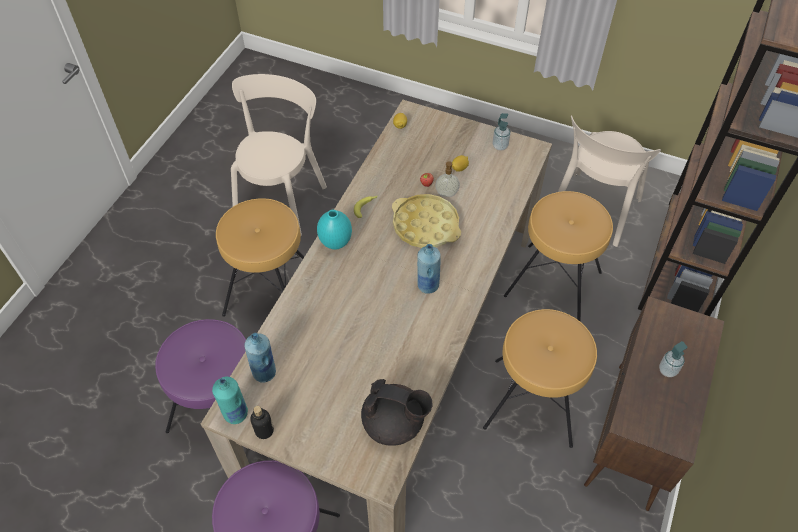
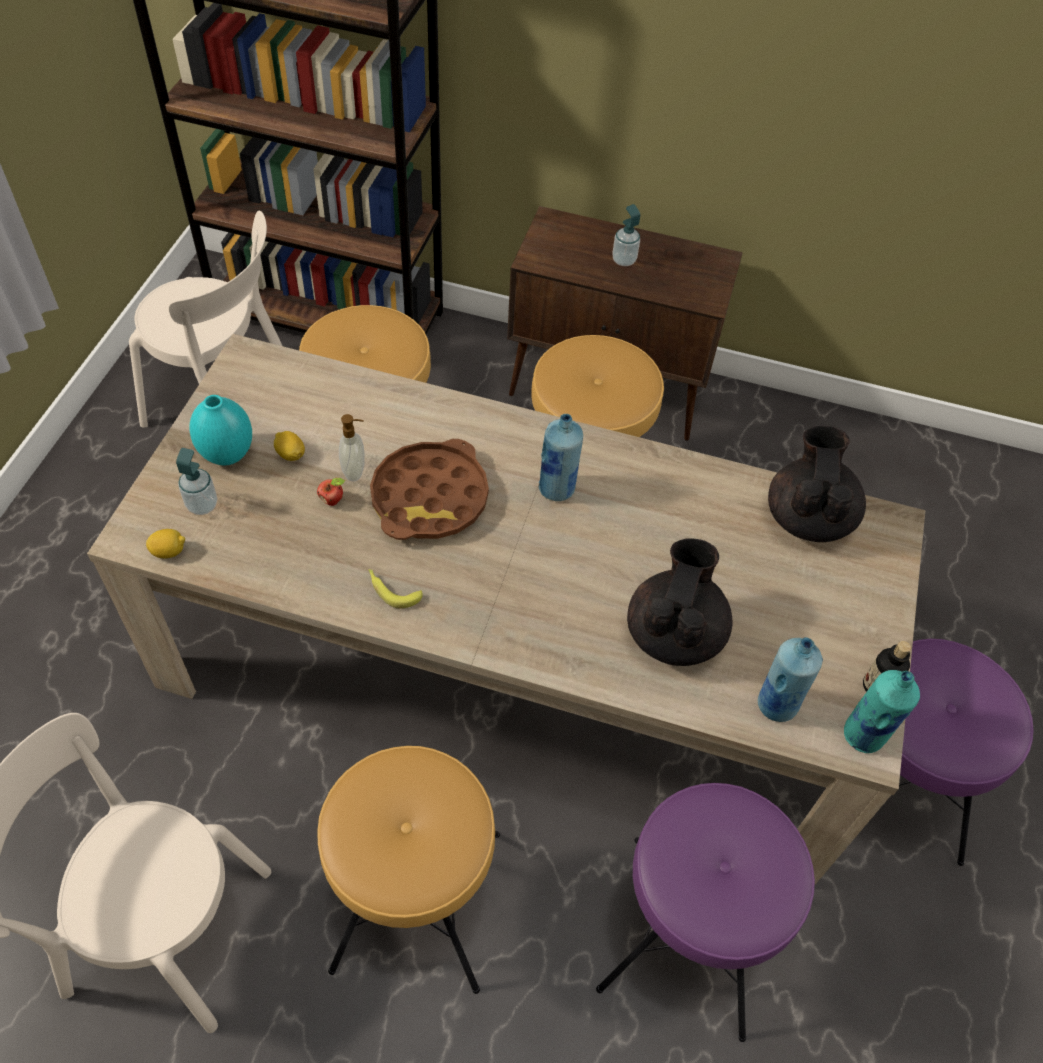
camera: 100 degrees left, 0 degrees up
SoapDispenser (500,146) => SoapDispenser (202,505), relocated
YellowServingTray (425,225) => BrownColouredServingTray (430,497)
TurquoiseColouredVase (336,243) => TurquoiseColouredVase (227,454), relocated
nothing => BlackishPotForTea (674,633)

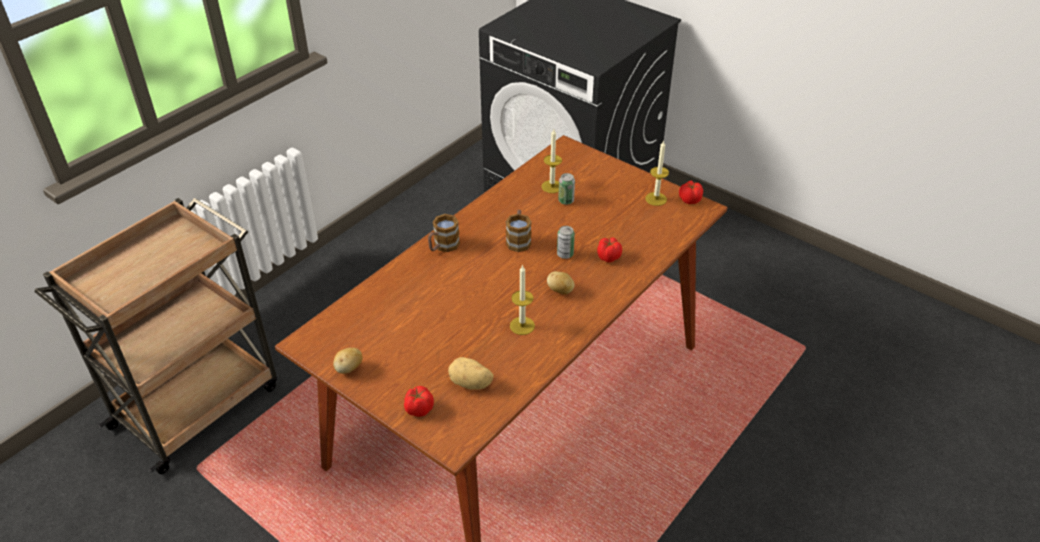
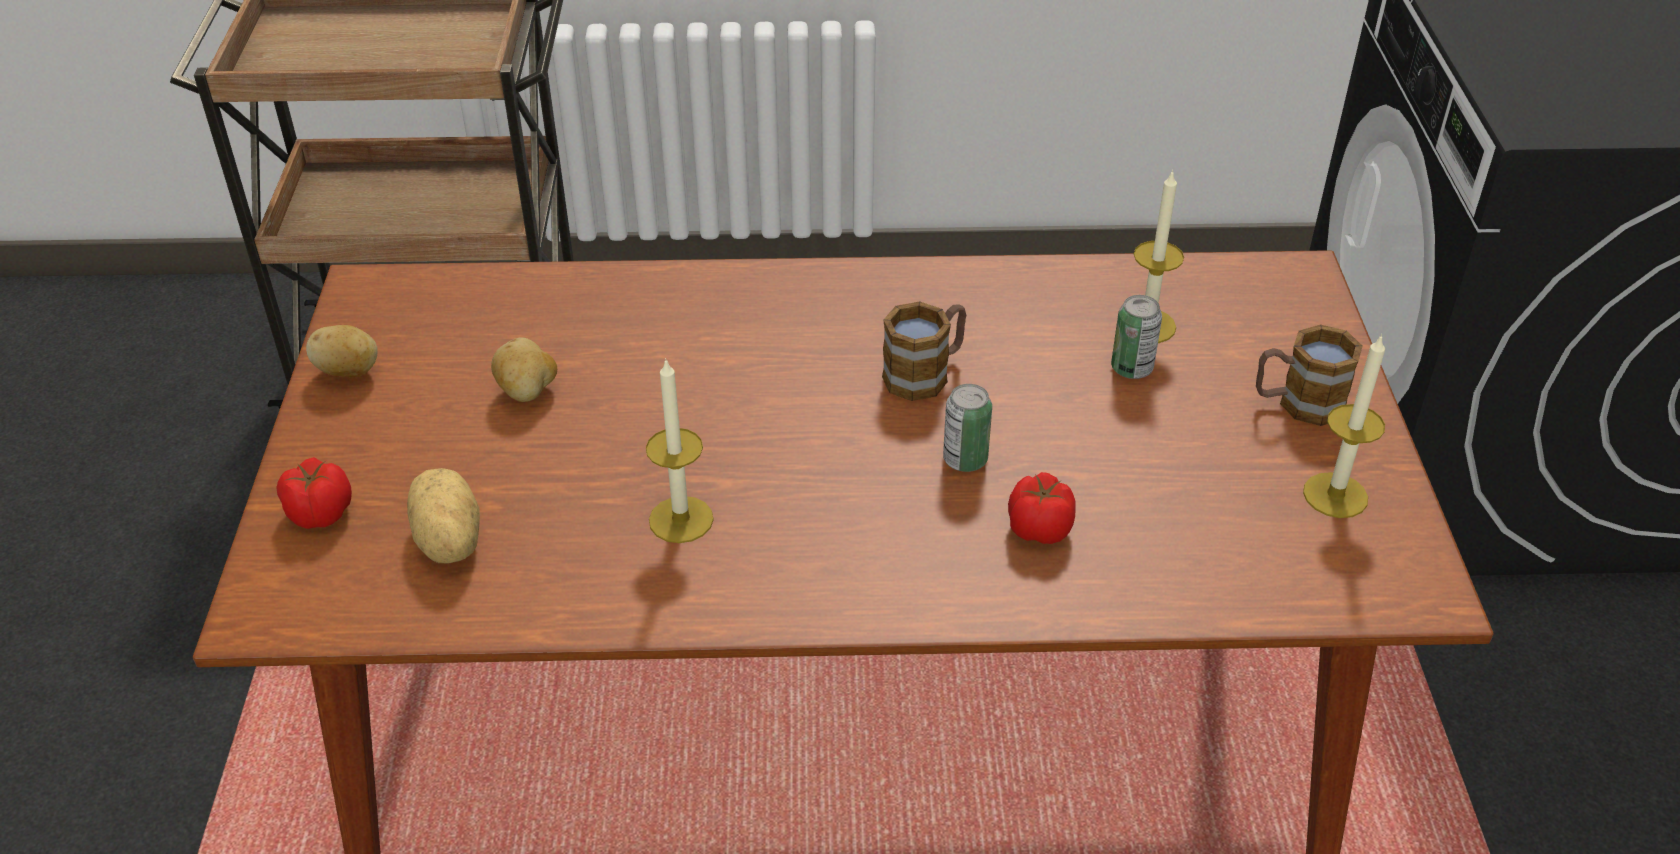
camera: 50 degrees right, 0 degrees up
Tomato (689,200) => nothing
Mug (443,246) => Mug (1298,403), relocated
Spud (560,291) => Spud (528,392), relocated

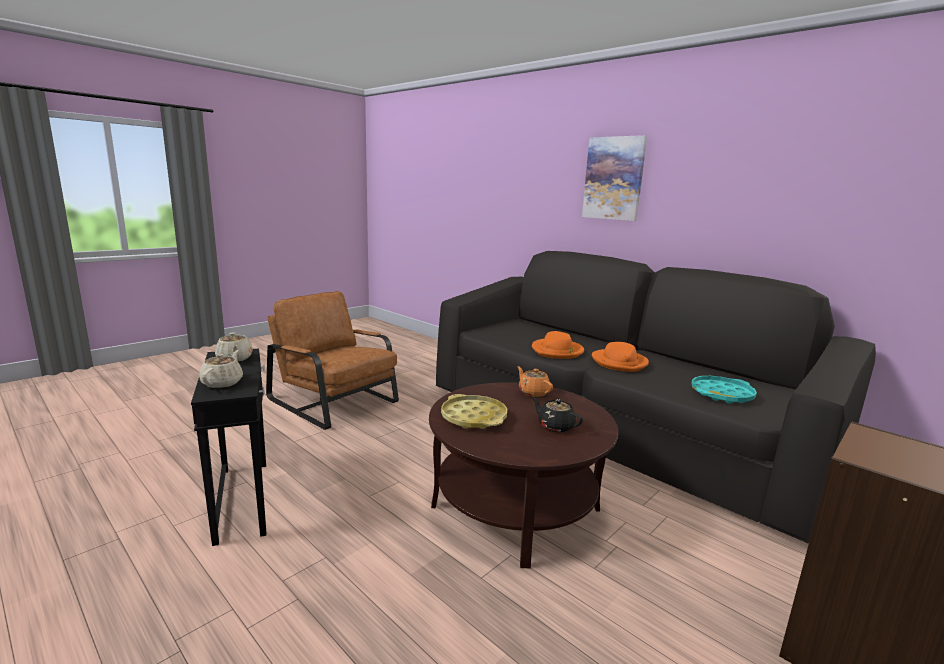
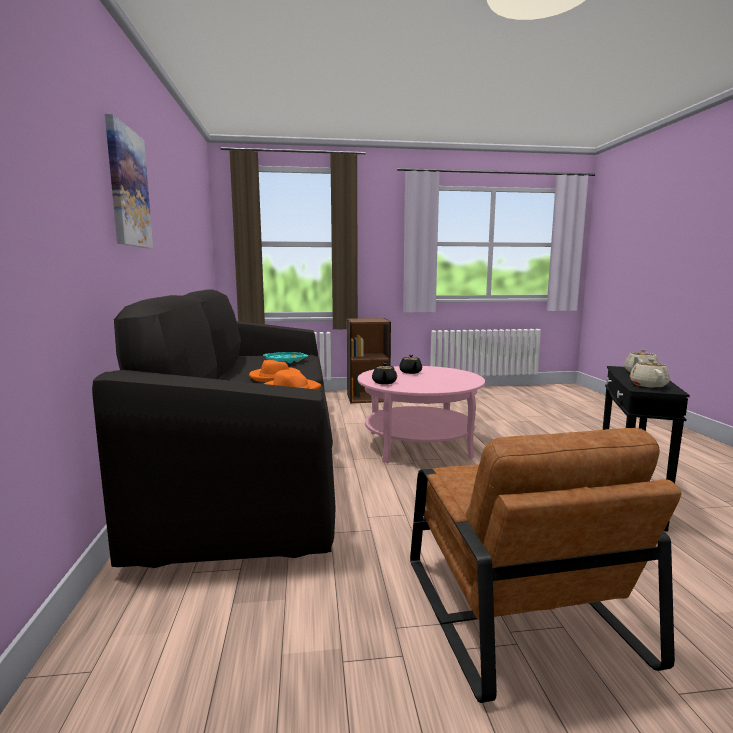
camera: 140 degrees left, 5 degrees down
OrangePotForTea (533,392) => BlackishPotForTea (384,382)
BrownColouredLoungeTable (516,507) => PinkLoungeTable (418,444)
YellowServingTray (474,417) => nothing

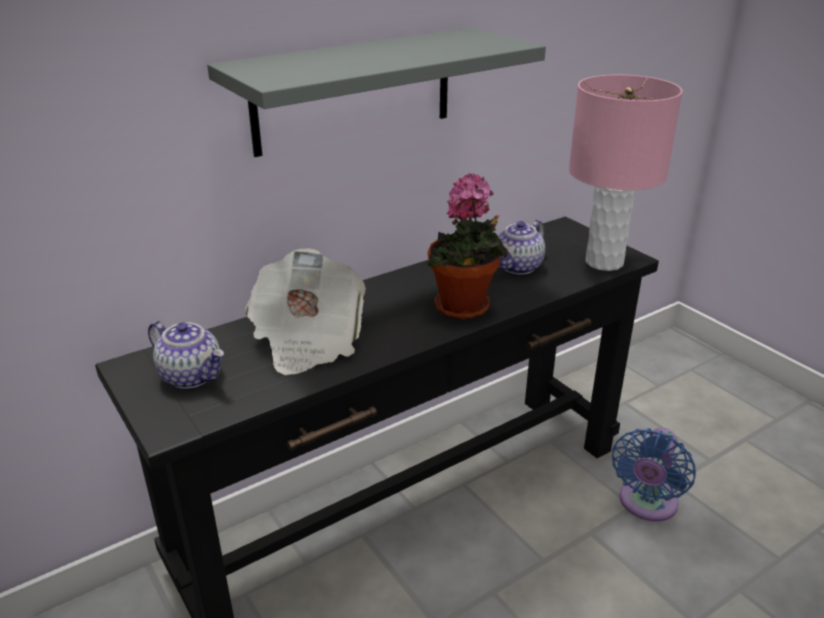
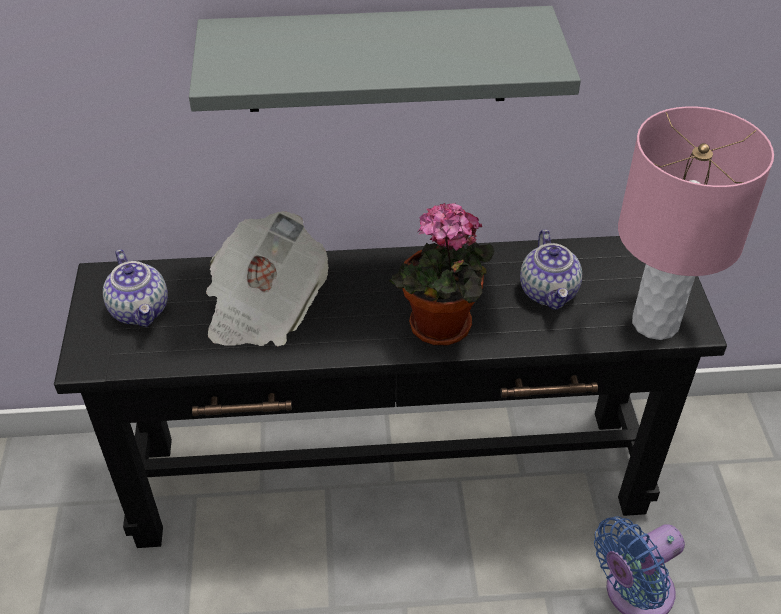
camera: 30 degrees right, 15 degrees up
PotForTea (518,267) => PotForTea (549,292), 75 degrees counterclockwise

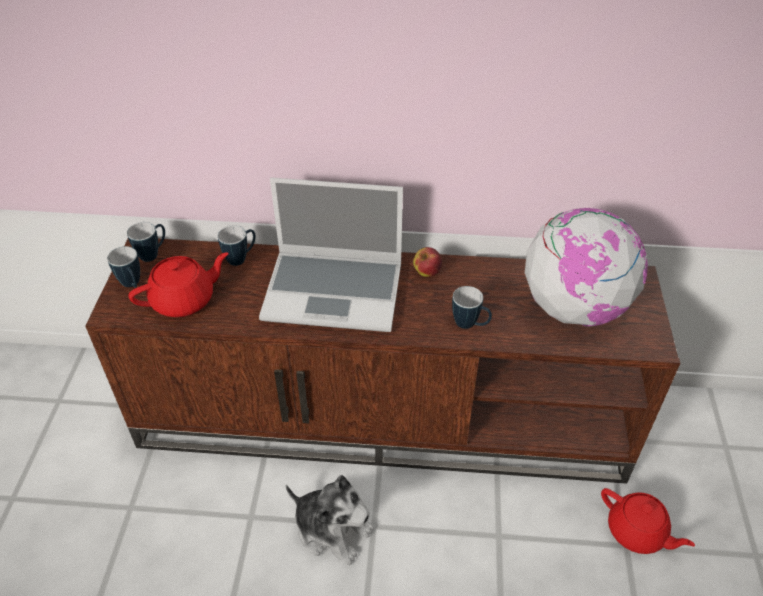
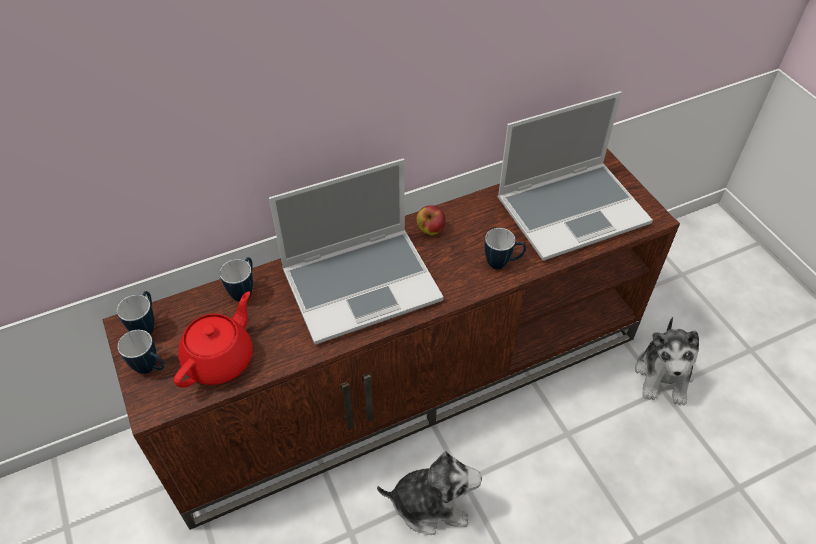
camera: 30 degrees left, 5 degrees up
Globe (574,307) => NotebookComputer (572,210)
RedColouredPotForTea (637,532) => PlushToy (663,375)

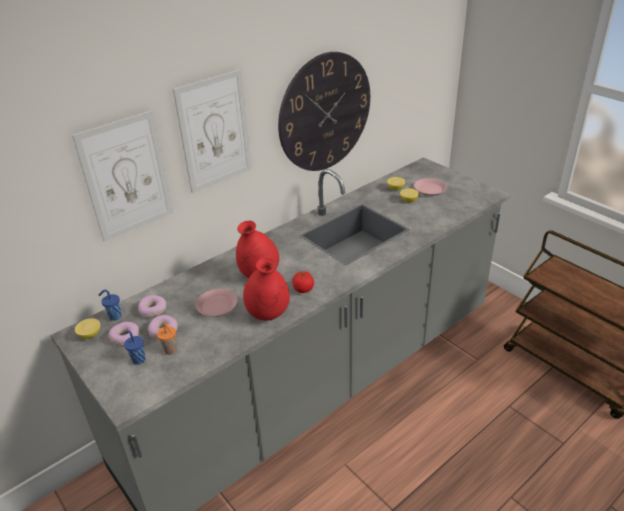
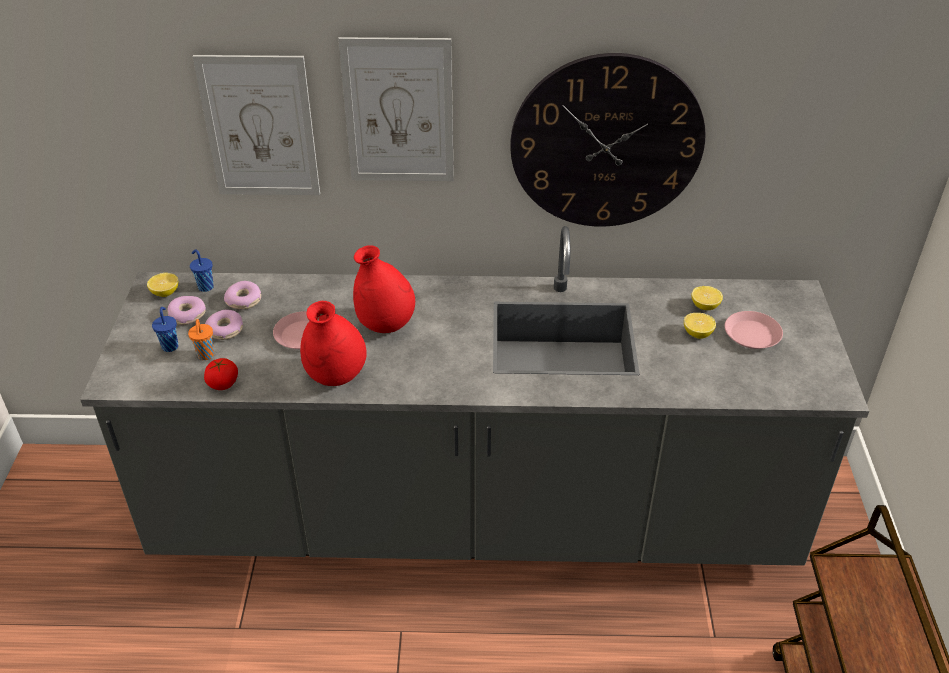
camera: 40 degrees right, 5 degrees up
Tomato (303,289) => Tomato (223,384), relocated

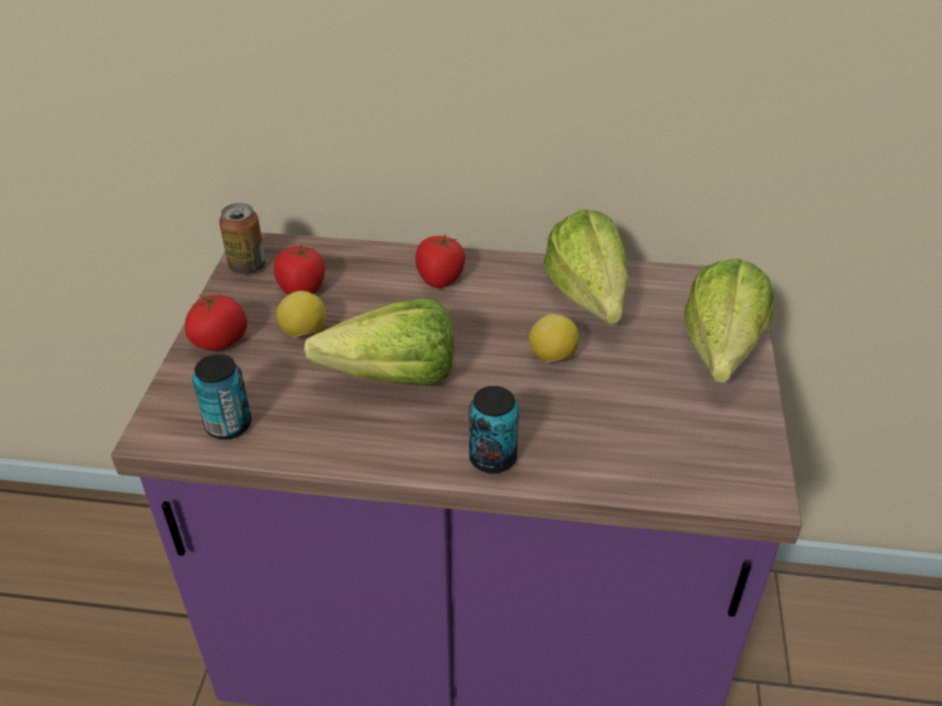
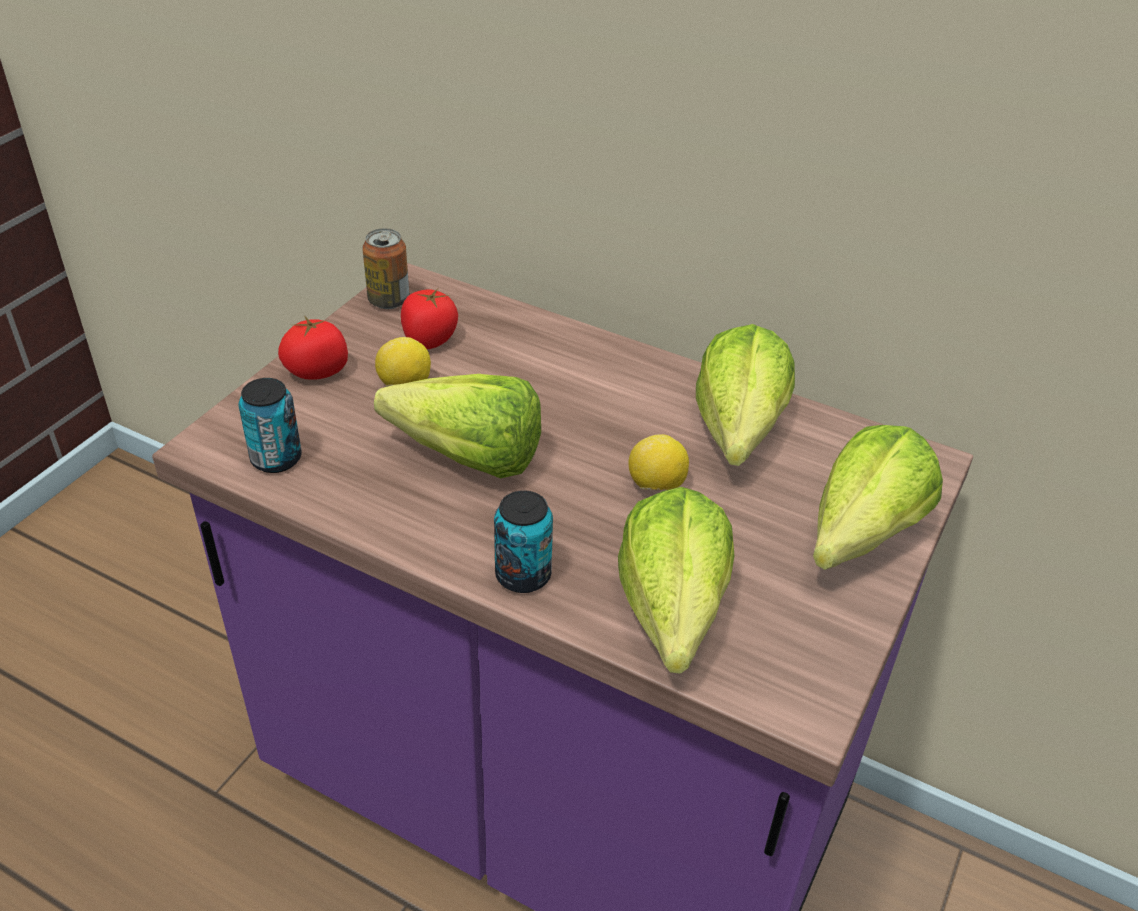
camera: 20 degrees right, 0 degrees up
Tomato (440,279) => nothing
nothing => Lettuce (668,625)

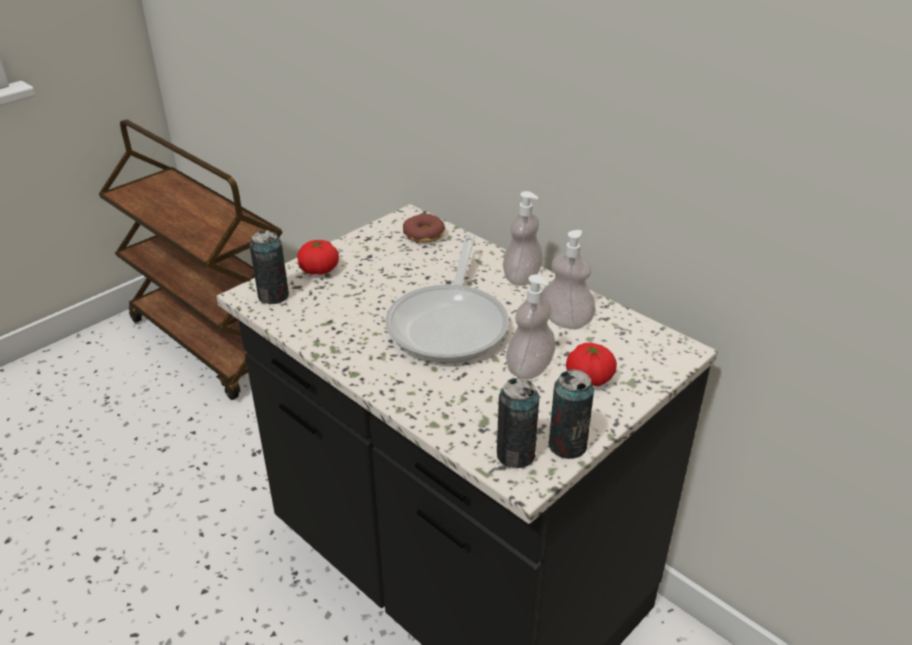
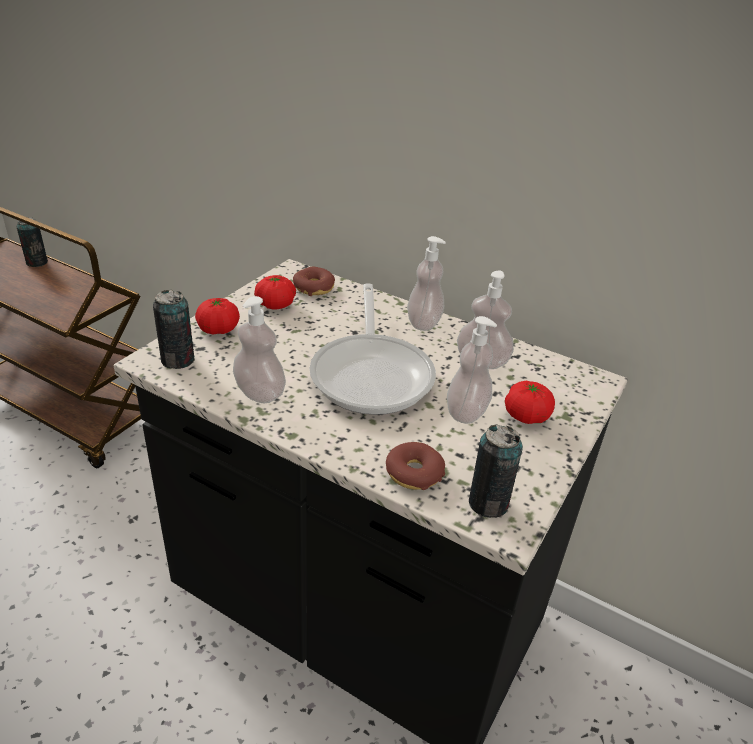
camera: 15 degrees left, 0 degrees up
SealedCan (567,445) => SealedCan (37,262), relocated
nothing => Tomato (275,305)
nothing => SoapDispenser (260,393)
nothing => RingDoughnut (414,473)

